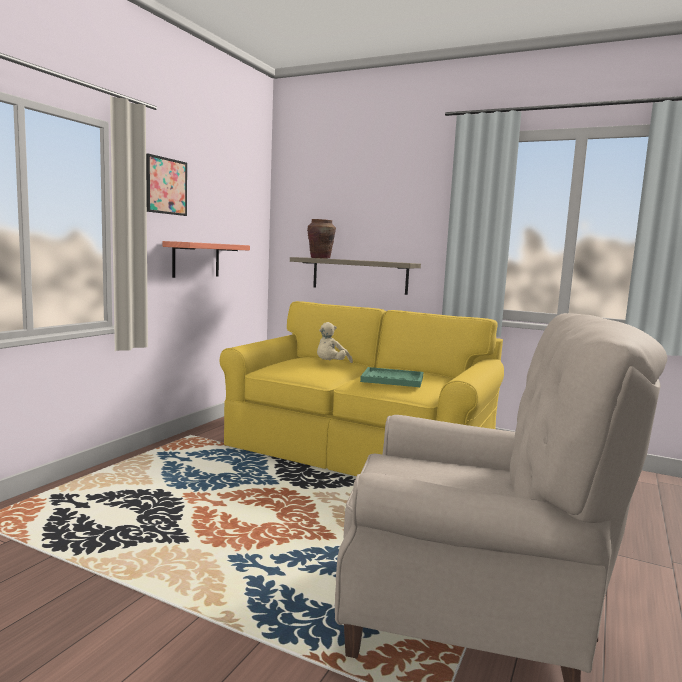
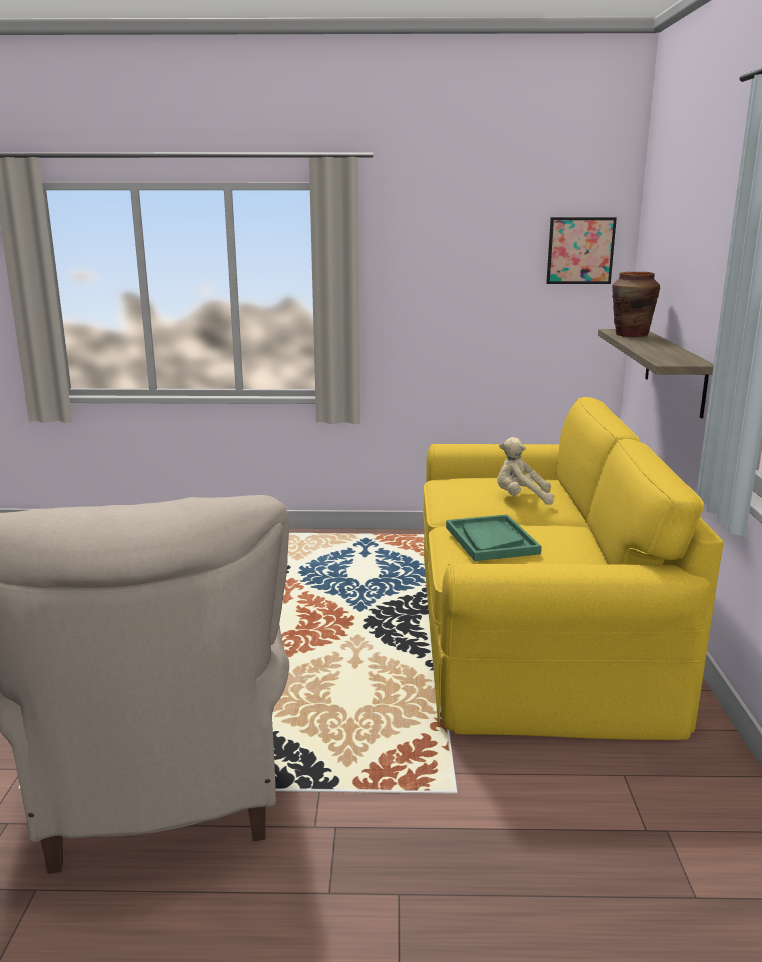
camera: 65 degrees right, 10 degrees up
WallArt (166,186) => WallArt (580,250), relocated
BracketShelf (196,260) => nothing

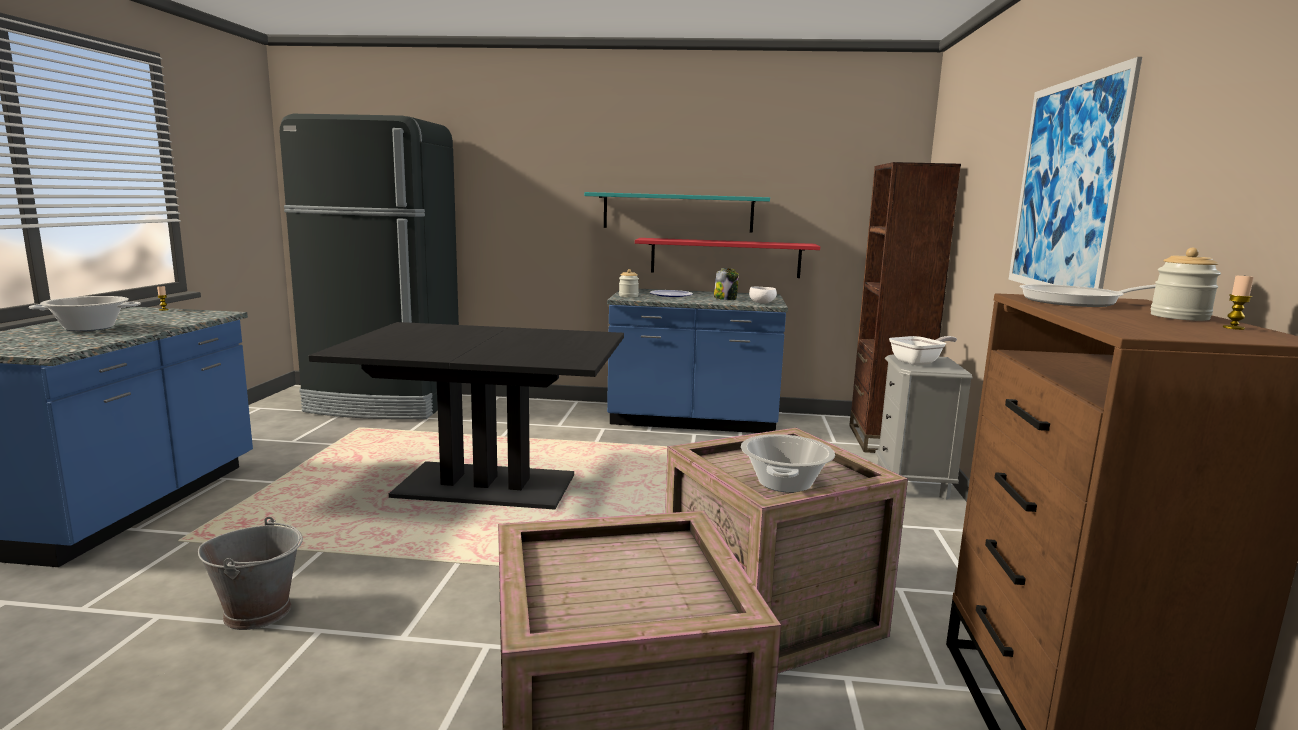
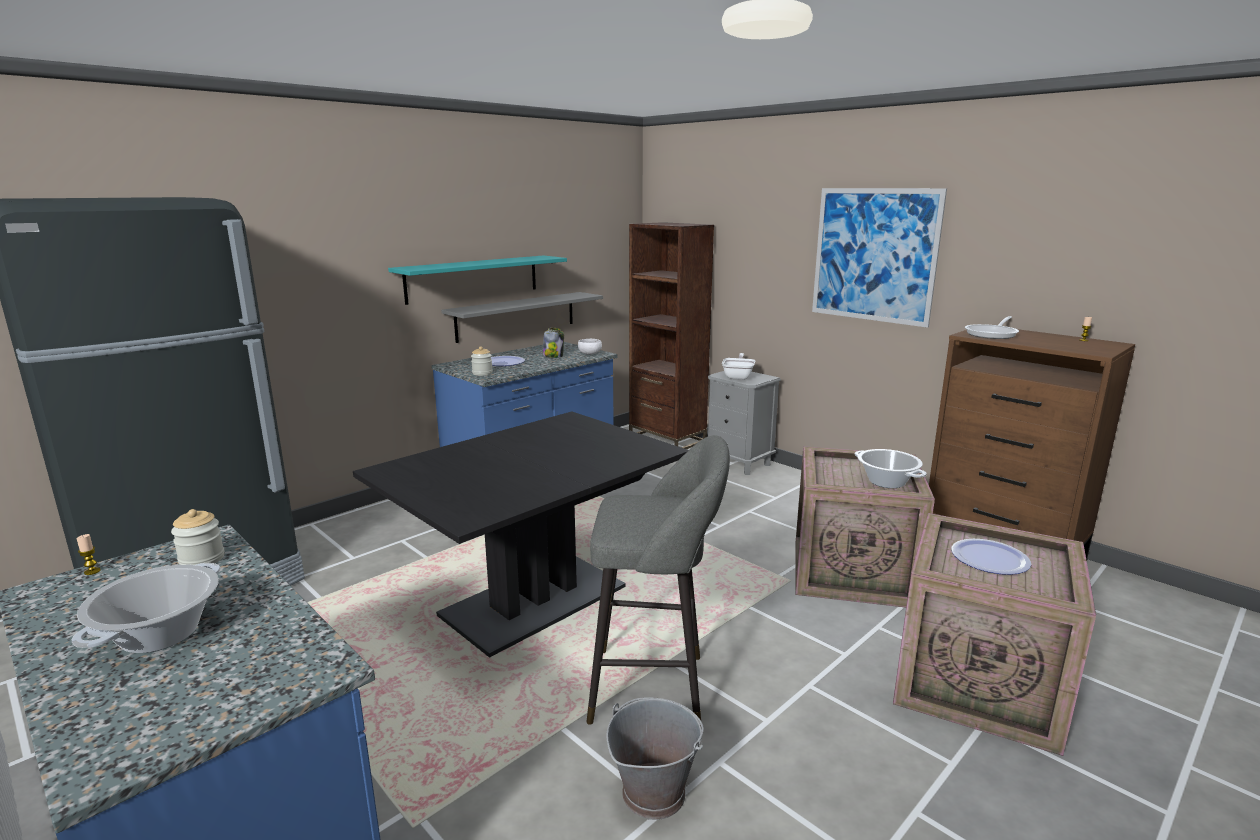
camera: 50 degrees left, 5 degrees up
RedColouredBracketShelf (725,257) => GrayBracketShelf (516,316)
StorageJar (1179,317) => StorageJar (202,559), relocated
nothing => GraySittingStool (656,688)
nothing => Plate (989,558)

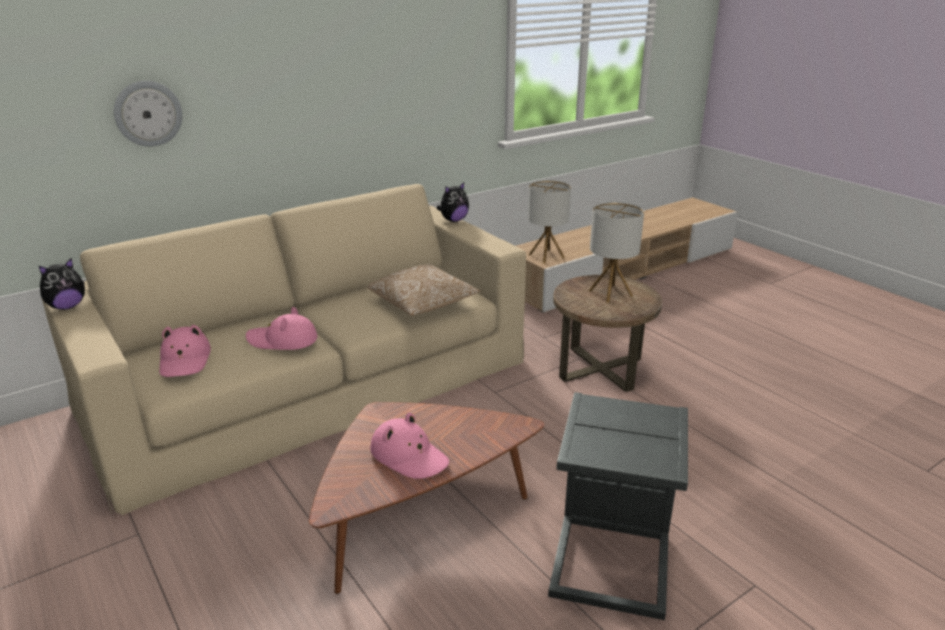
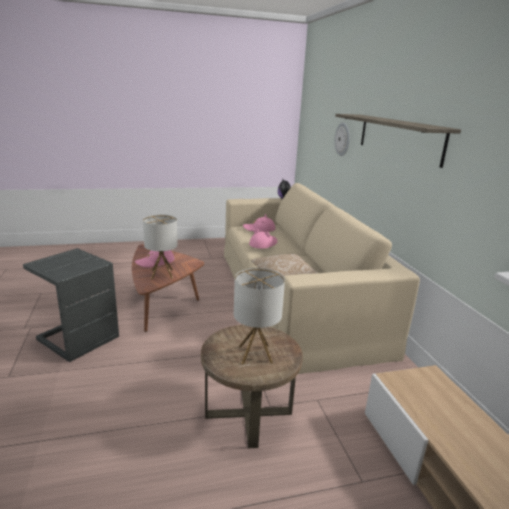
camera: 110 degrees right, 5 degrees down
TableLamp (546,256) => TableLamp (162,274), relocated
PlushToy (453,220) => nothing
nothing => BracketShelf (398,137)

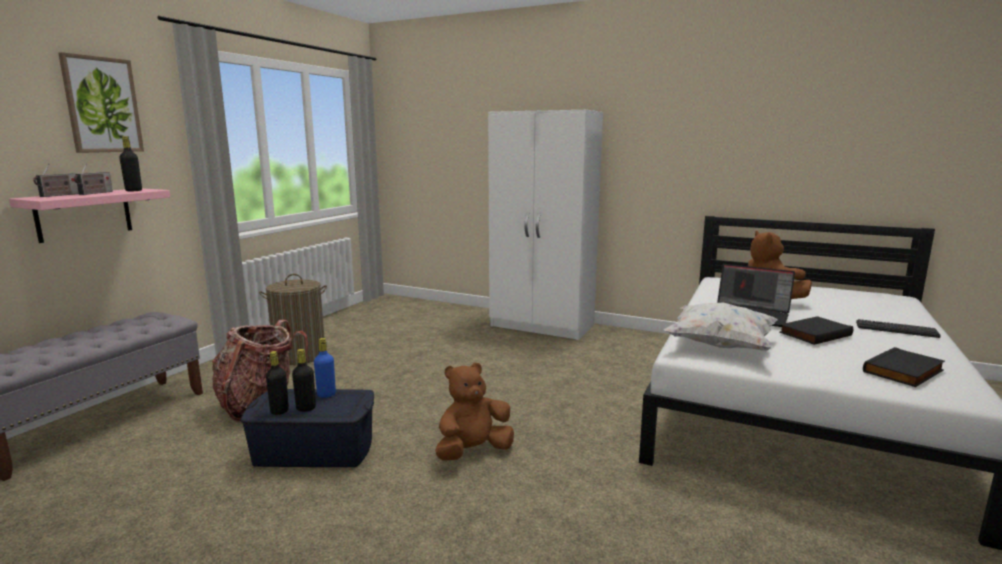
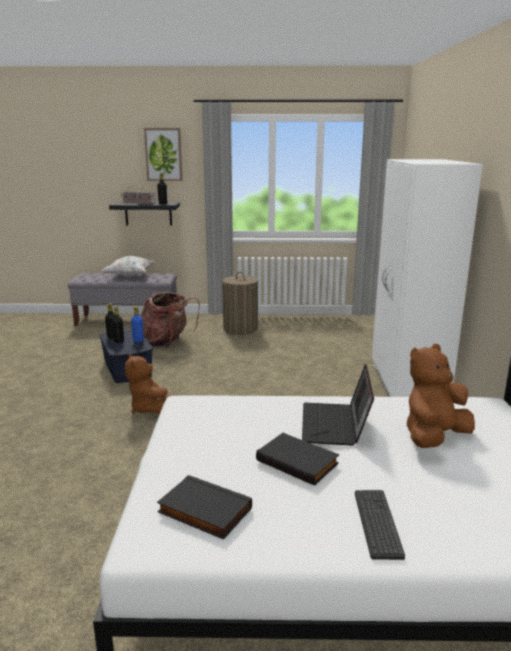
camera: 65 degrees right, 5 degrees up
PinkBracketShelf (84,214) => BlackishBracketShelf (148,213)
WhiteThrowPillow (719,346) => WhiteThrowPillow (130,276), relocated
BrownColouredPlushToy (473,451) => BrownColouredPlushToy (150,409), 150 degrees counterclockwise

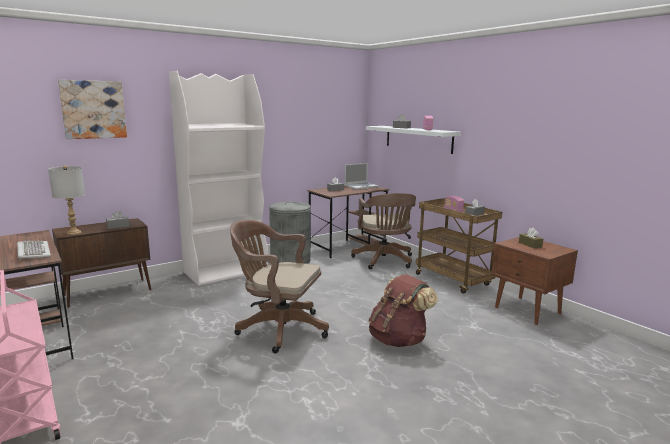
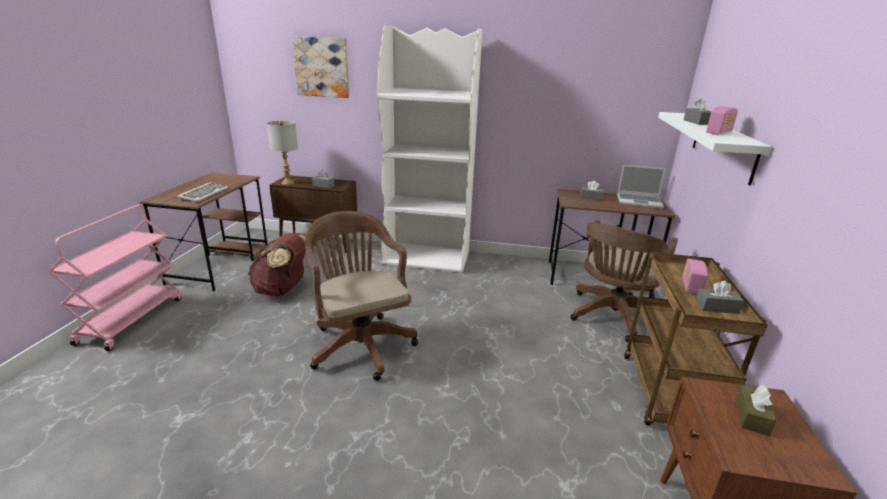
camera: 45 degrees right, 10 degrees up
GrayRubbishBin (290,260) => nothing
BrownColouredKnapsack (399,340) => BrownColouredKnapsack (282,290), relocated

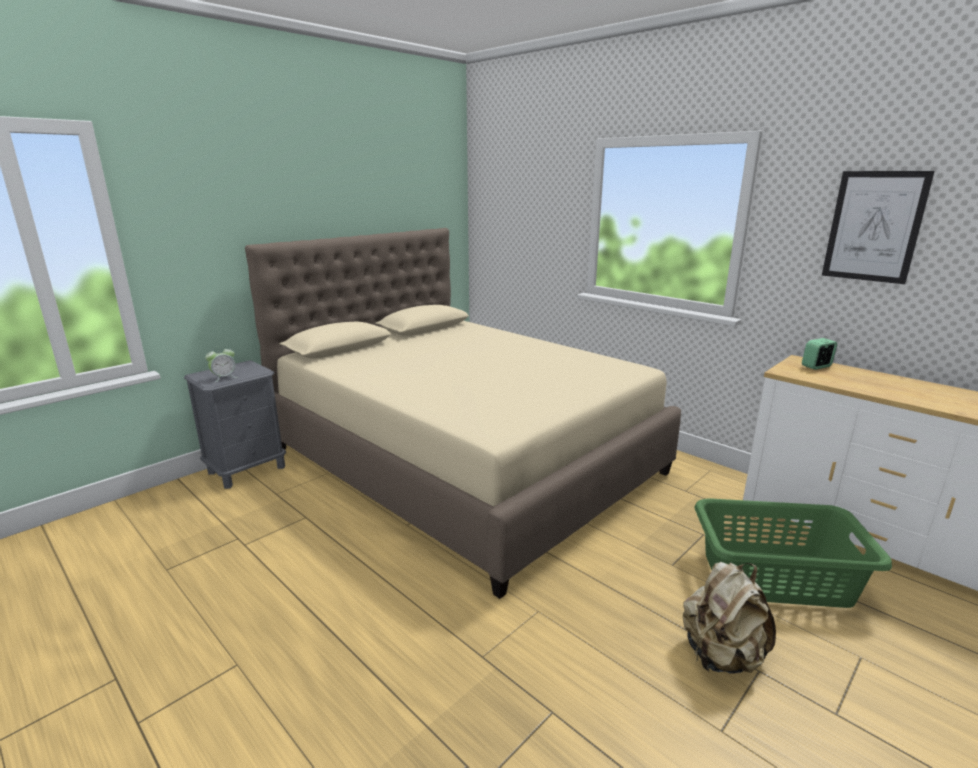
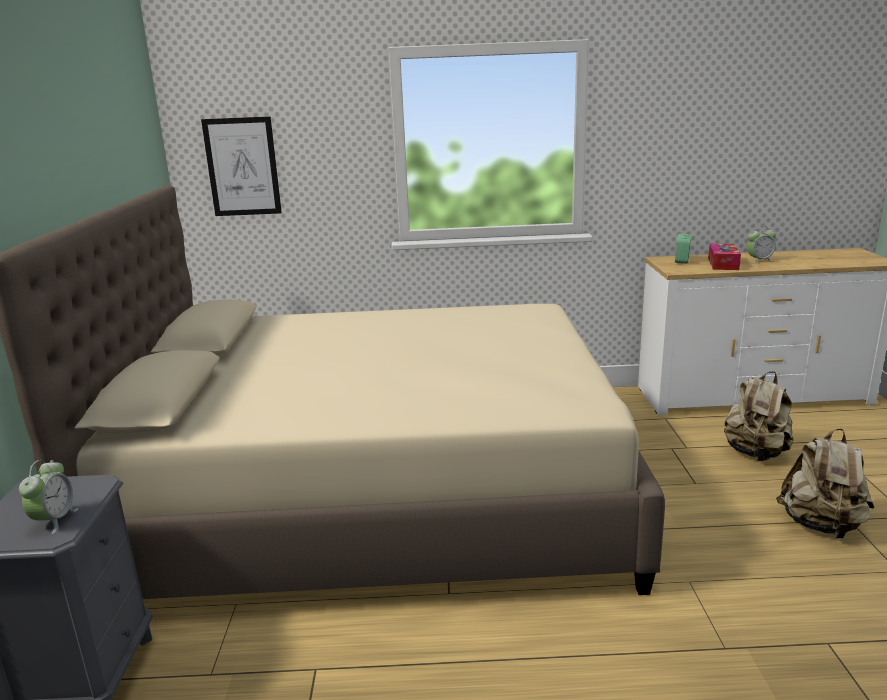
camera: 45 degrees left, 0 degrees up
WallArt (874,227) => WallArt (242,167), relocated
GreenishHamper (776,578) => BeigeKnapsack (756,453)
nothing => AlarmClock (759,261)
nothing => BoxOfTissues (723,264)

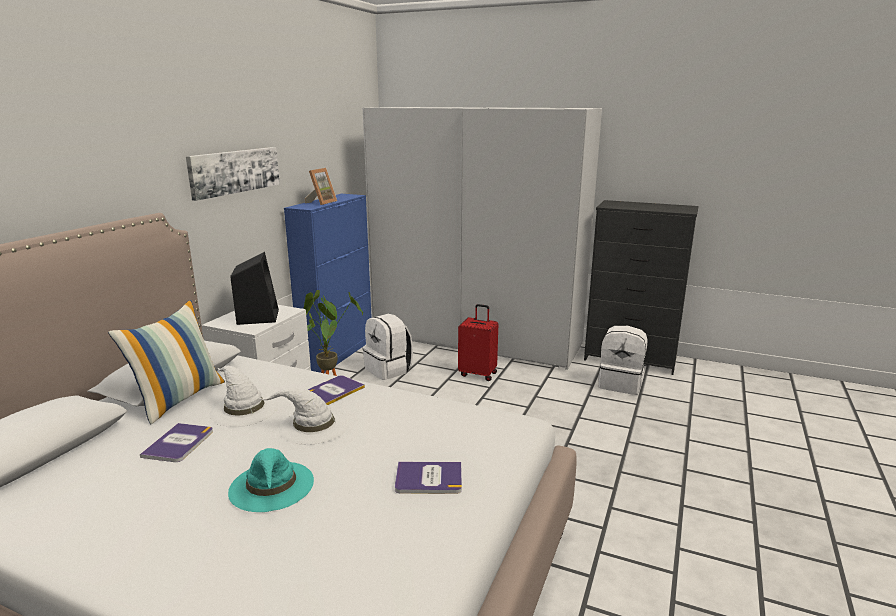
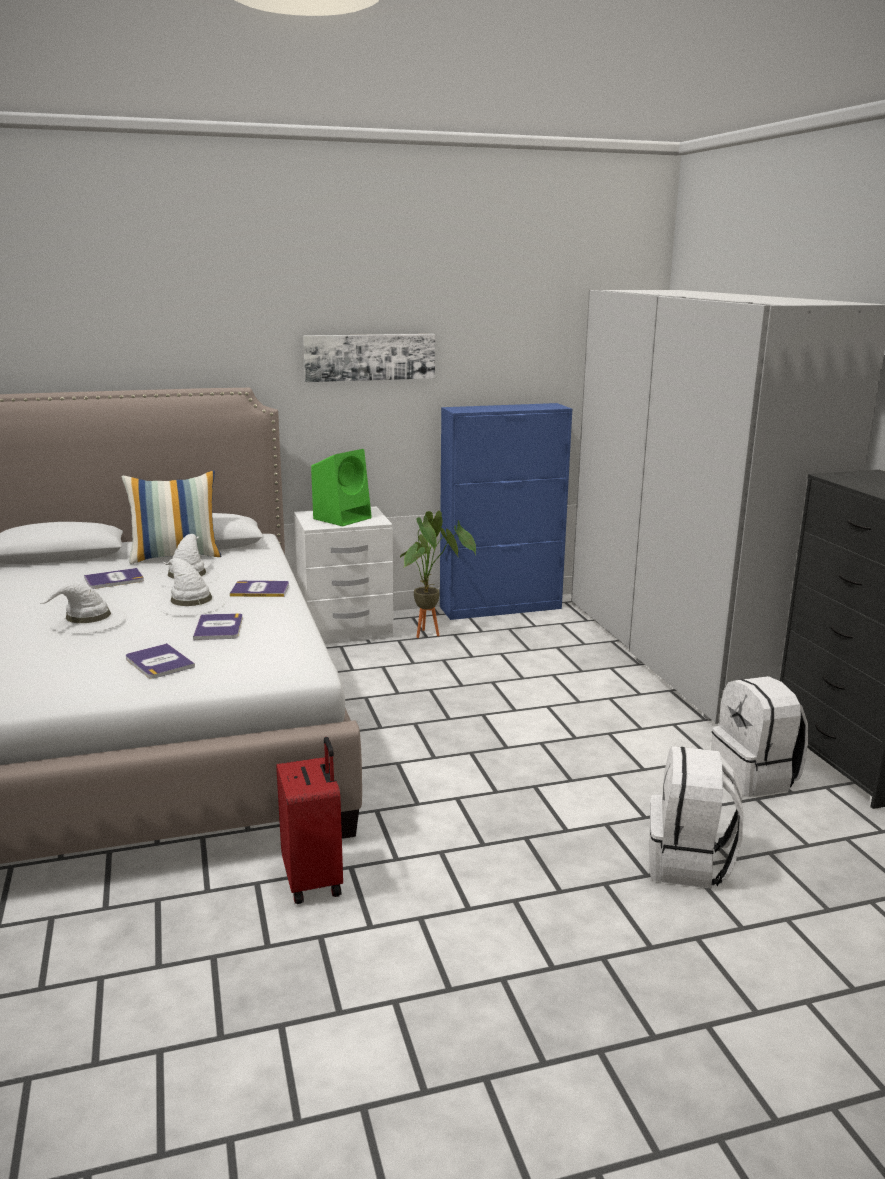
camera: 50 degrees right, 0 degrees up
StandingFrame (321,202) => nothing
BlackishSpeaker (258,316) => GreenishSpeaker (343,518)
RedColouredSuitcase (478,374) => RedColouredSuitcase (314,879), relocated
WhiteKnapsack (389,370) => WhiteKnapsack (689,864), relocated
TurquoiseColouredClothingHat (272,486) => WhiteClothingHat (88,621)
nothing => Volume (218,628)

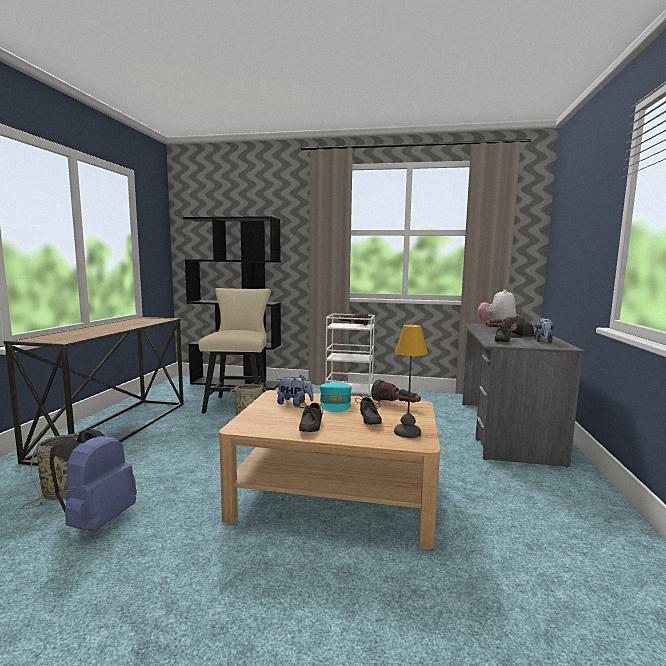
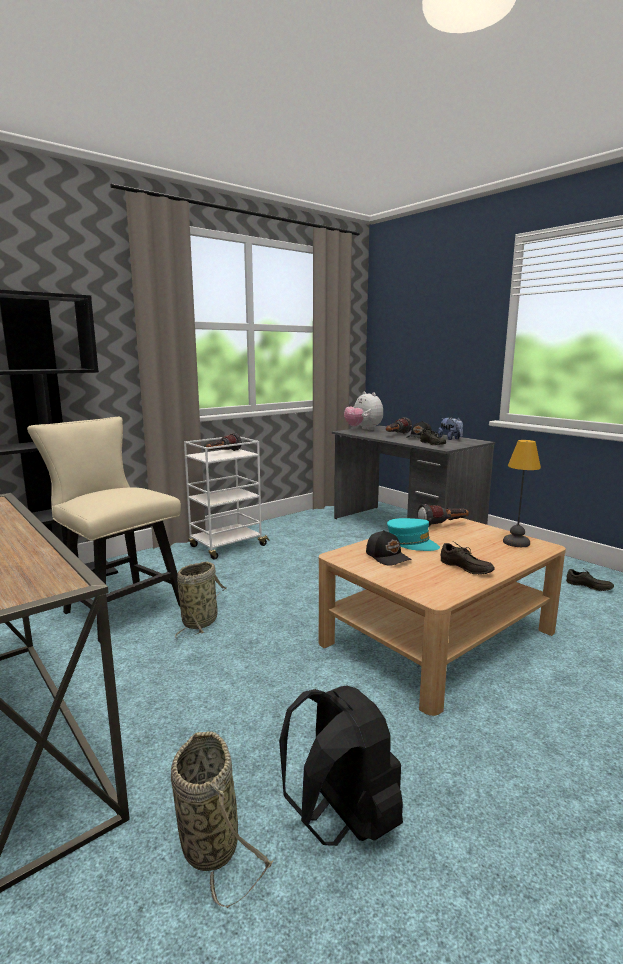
camera: 50 degrees left, 5 degrees up
PlushToy (294,404) => BlackishCap (388,557)
GrayLowShoe (368,419) => GrayLowShoe (588,587), relocated
BluishKnapsack (97,521) => BlackishKnapsack (342,820)

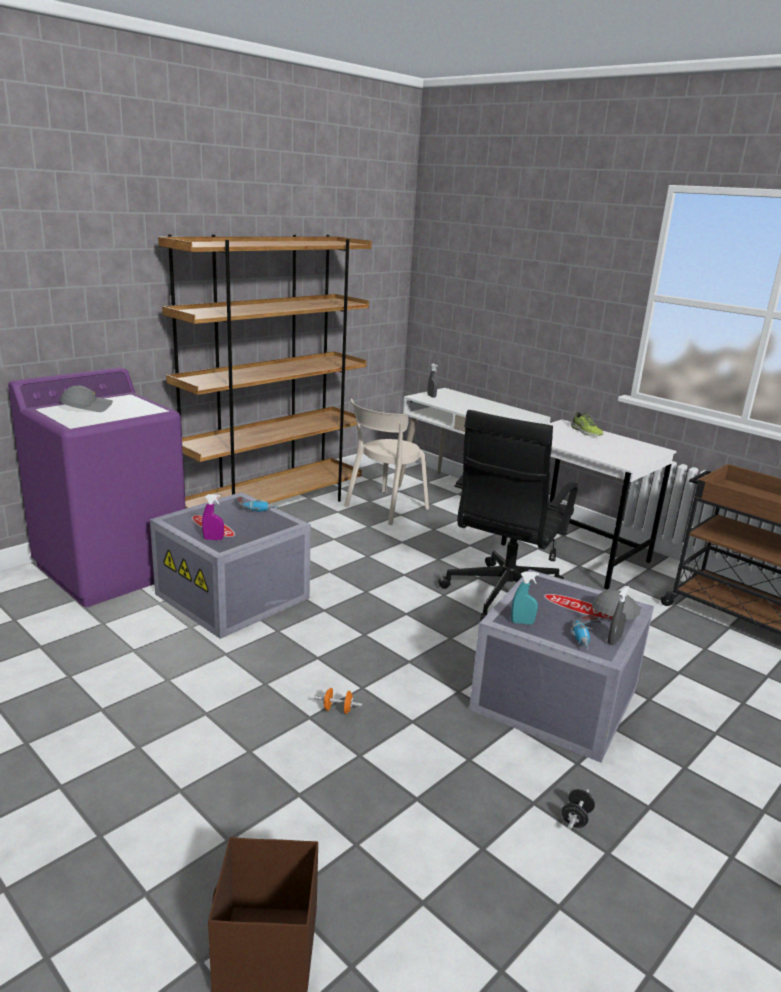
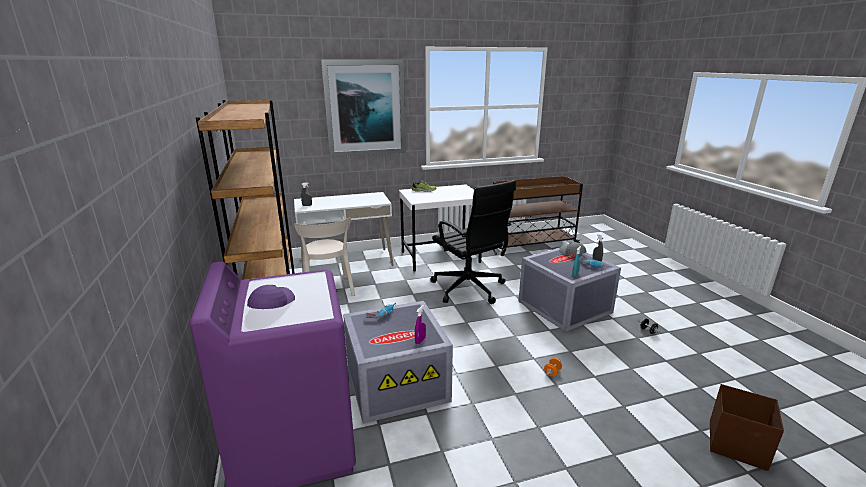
camera: 60 degrees left, 0 degrees up
GrayCap (87,407) => PurplishCap (271,304)
nothing => WallArt (365,108)

